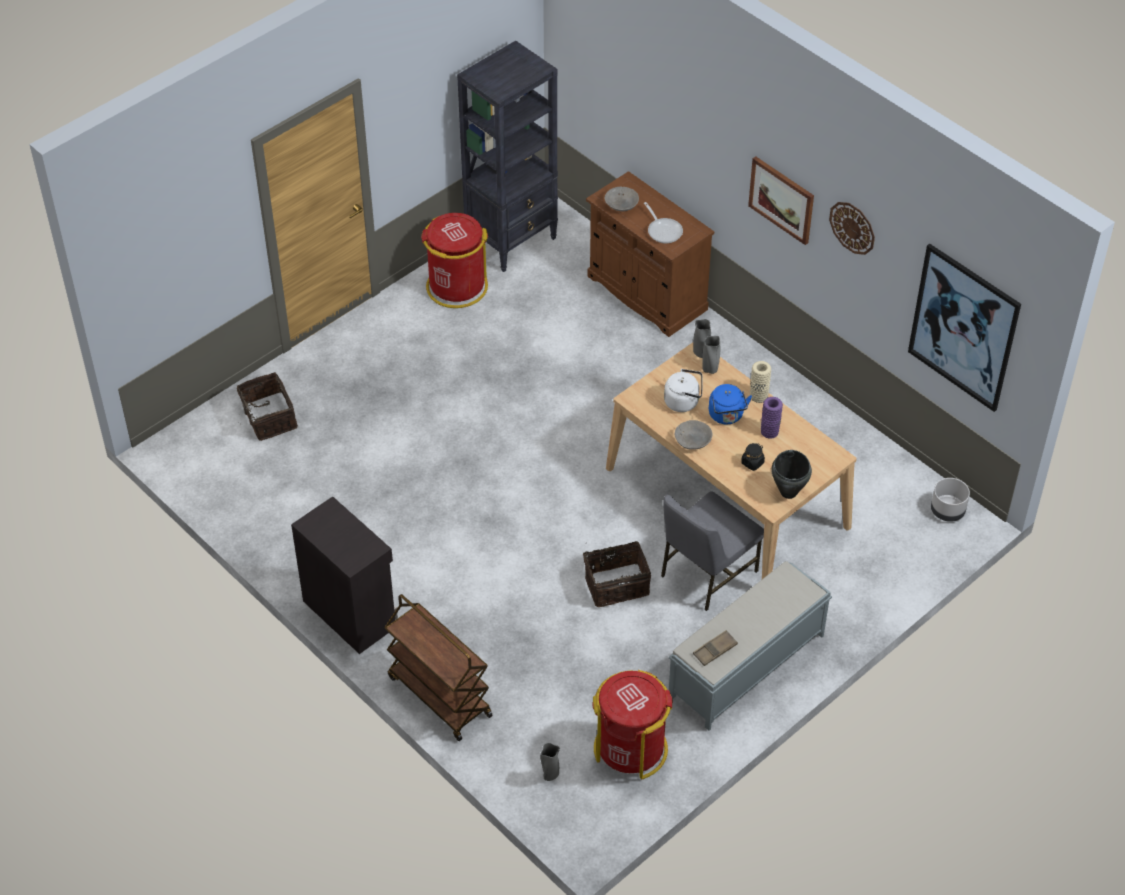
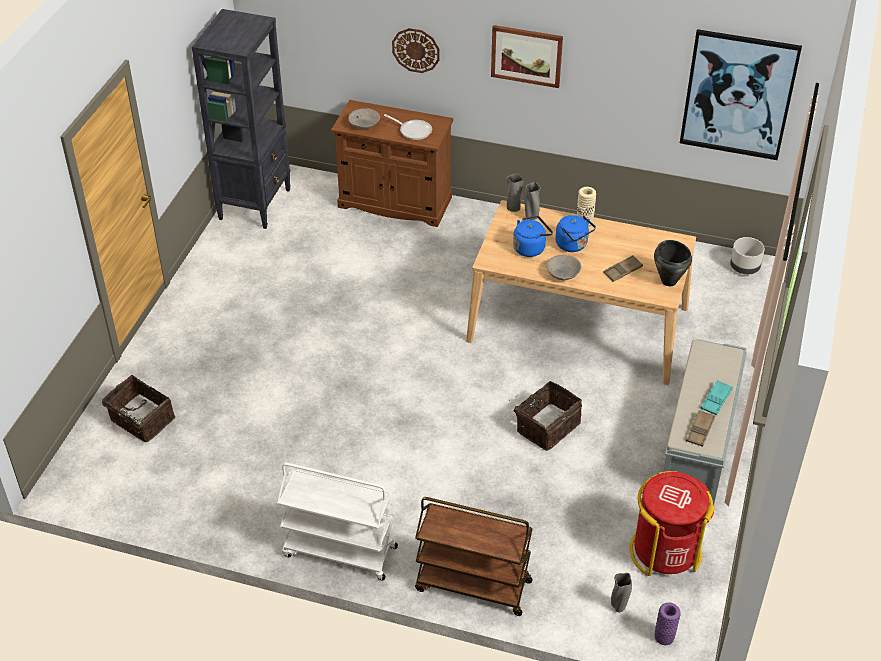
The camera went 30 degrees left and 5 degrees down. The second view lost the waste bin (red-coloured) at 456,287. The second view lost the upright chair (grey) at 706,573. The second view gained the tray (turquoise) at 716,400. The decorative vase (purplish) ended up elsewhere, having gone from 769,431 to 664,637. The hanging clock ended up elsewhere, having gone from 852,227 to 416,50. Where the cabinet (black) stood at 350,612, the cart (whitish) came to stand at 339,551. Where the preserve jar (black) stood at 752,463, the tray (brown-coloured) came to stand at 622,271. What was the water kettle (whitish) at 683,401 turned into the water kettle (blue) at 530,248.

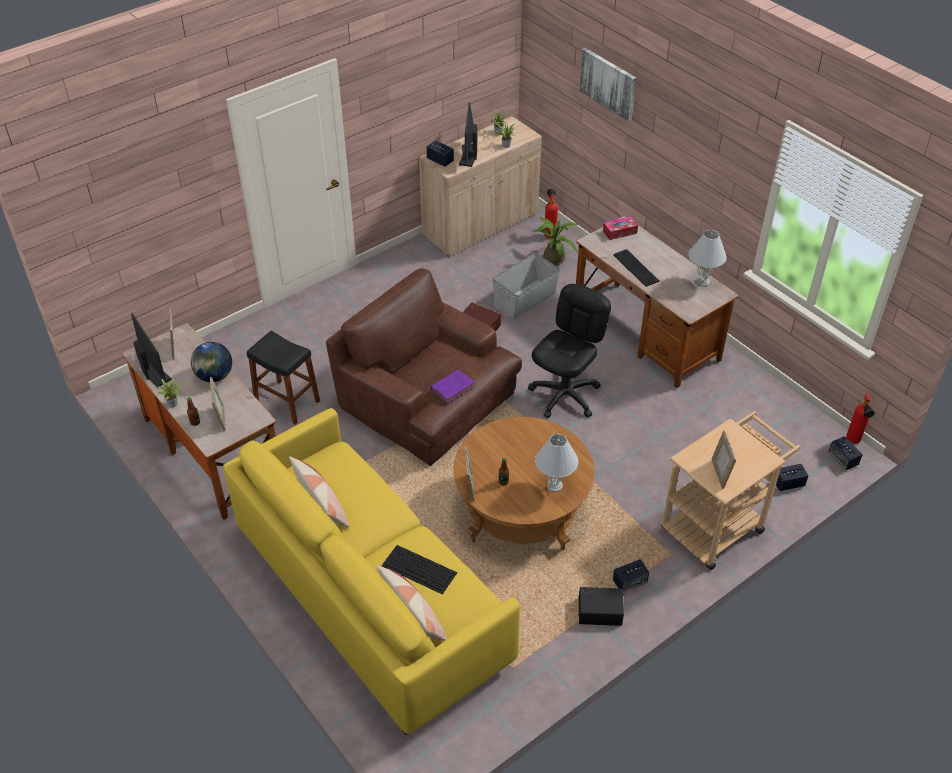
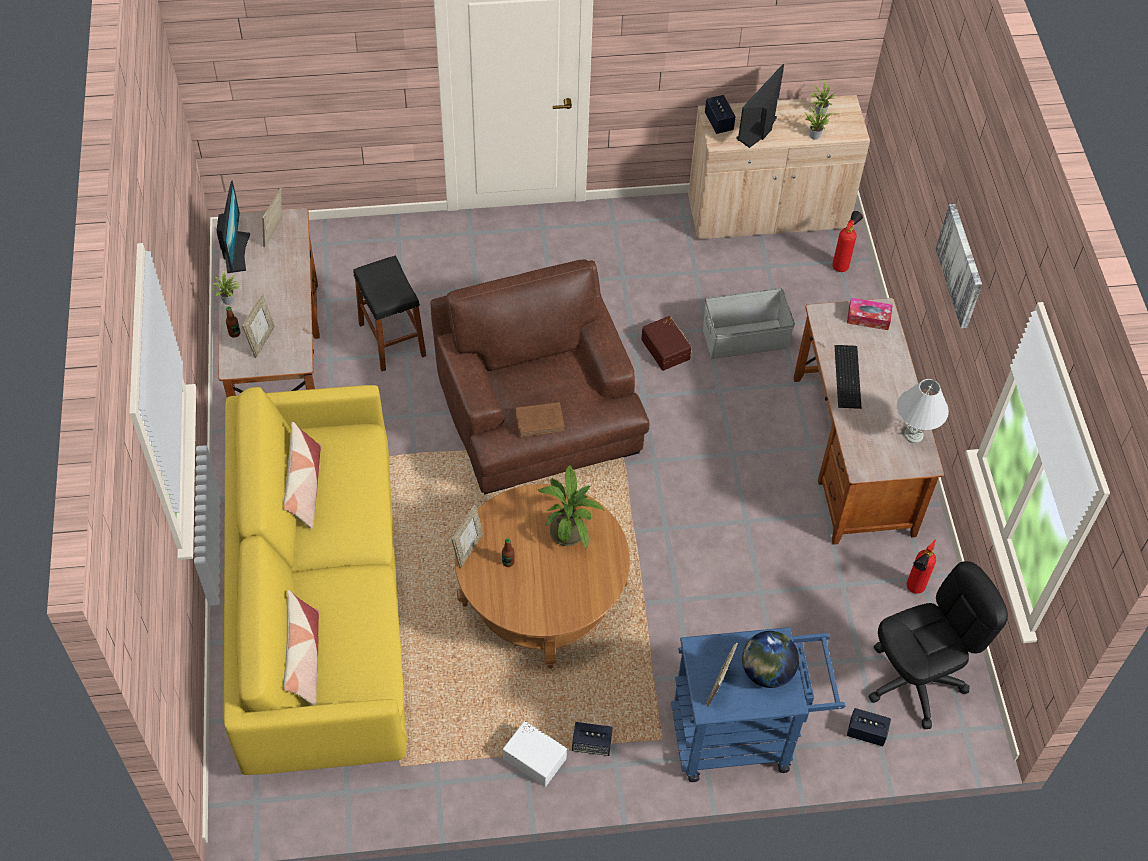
The camera went 30 degrees right and 10 degrees up. The second view lost the computer keyboard at 420,569. The second view lost the tabletop lamp (whitish) at 554,485. The second view lost the speaker at 843,459. The desk globe ended up elsewhere, having gone from 214,376 to 766,672. The computer chair (black) ended up elsewhere, having gone from 565,395 to 915,681. The potted plant ended up elsewhere, having gone from 553,257 to 568,529. The wall picture ended up elsewhere, having gone from 608,83 to 961,265. The fire-fighting cylinder ended up elsewhere, having gone from 853,442 to 913,590. What was the book (purplish) at 453,387 turned into the book (brown-coloured) at 541,421. What was the storage box (black) at 599,610 turned into the storage box (whitish) at 535,757. What was the cart (sand-coloured) at 718,524 turned into the cart (blue) at 743,735.

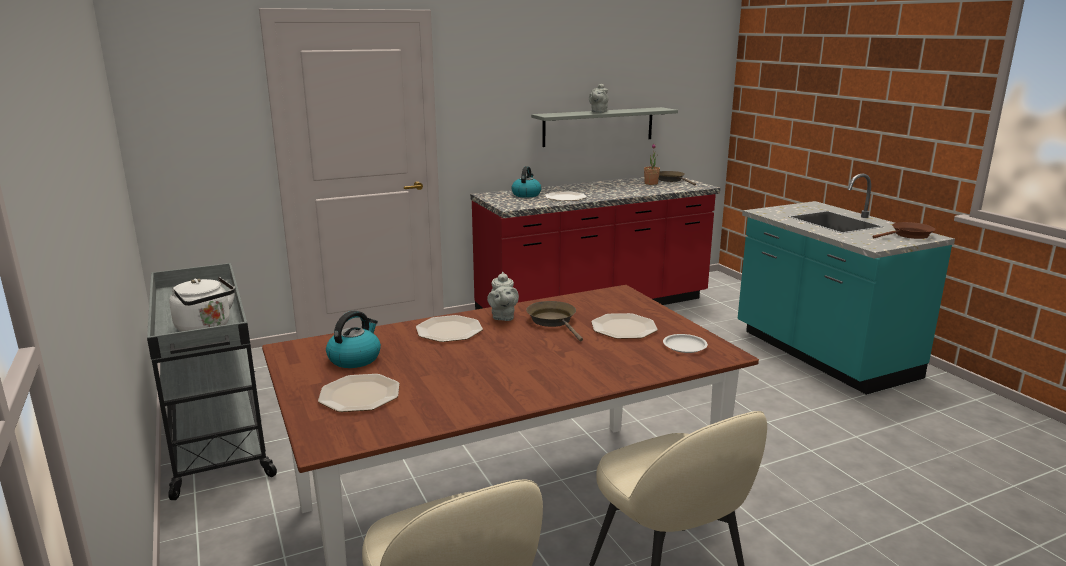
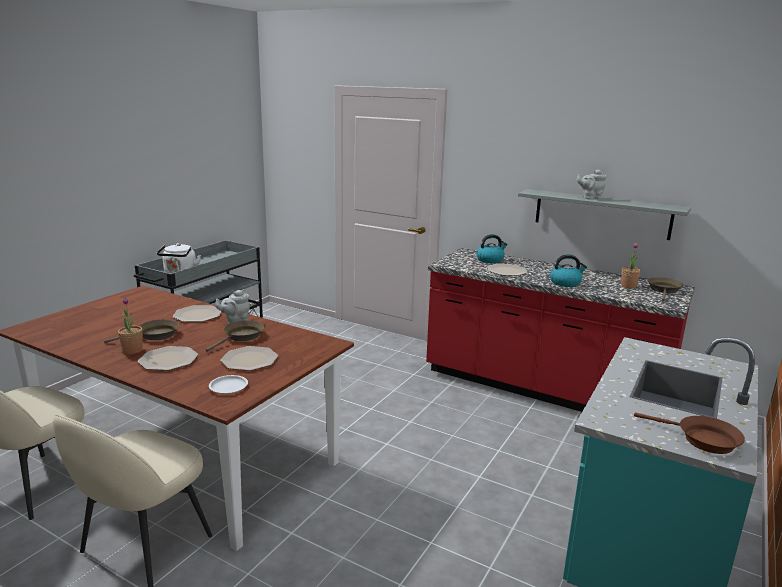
The camera went 55 degrees right and 0 degrees up. The second view gained the skillet (brown-coloured) at 154,335. The second view gained the potted plant at 132,350. The dinner plate ended up elsewhere, having gone from 359,395 to 168,360. The water kettle ended up elsewhere, having gone from 355,358 to 565,283.

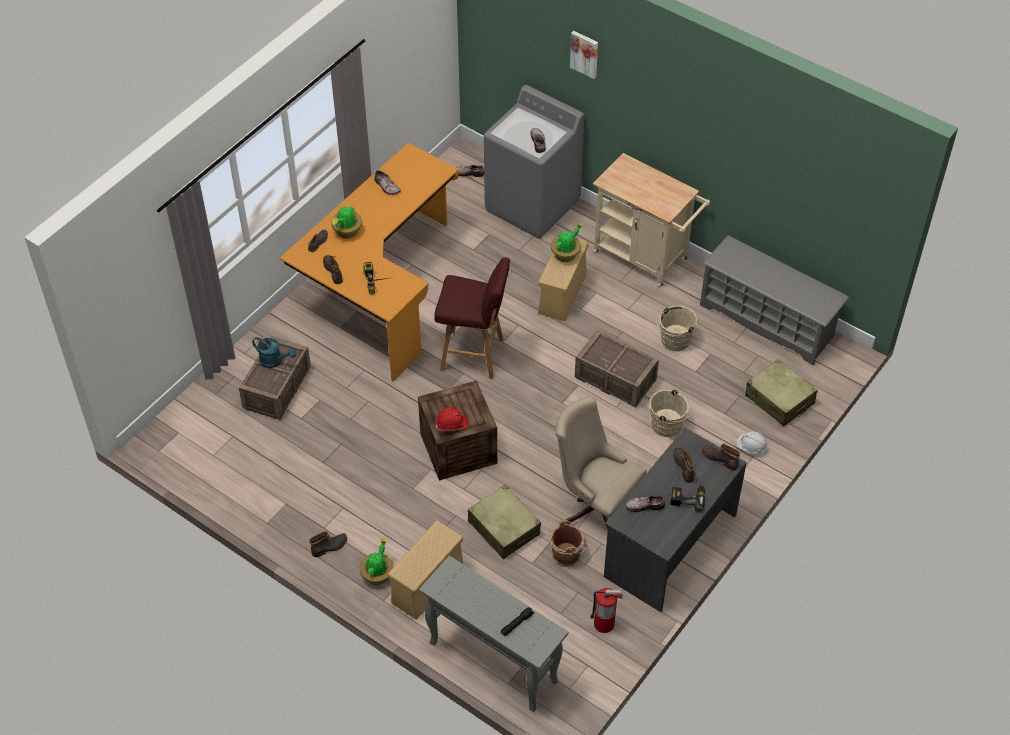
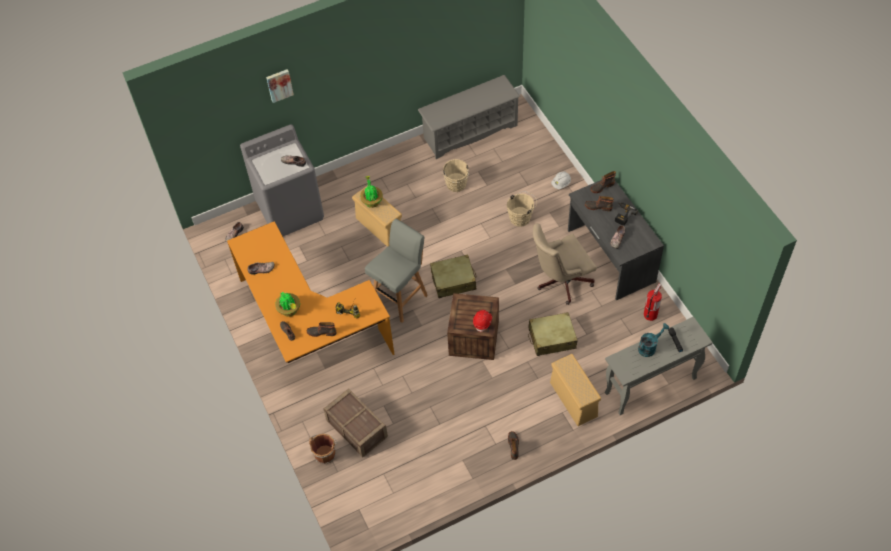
The camera went 60 degrees left and 5 degrees up. The second view lost the potted plant at 378,574. The second view lost the crate at 616,379. The second view lost the cart (sand-coloured) at 645,258. The watering pot (turquoise) ended up elsewhere, having gone from 274,361 to 649,347. The water bucket (brown-coloured) ended up elsewhere, having gone from 567,554 to 325,453. The piece of luggage (sand-coloured) ended up elsewhere, having gone from 779,400 to 453,281. What was the stool seat (red-coloured) at 474,355 turned into the stool seat (grey) at 400,298.

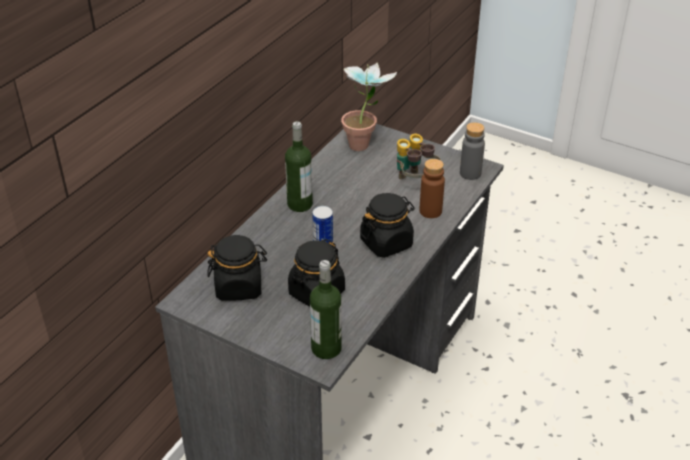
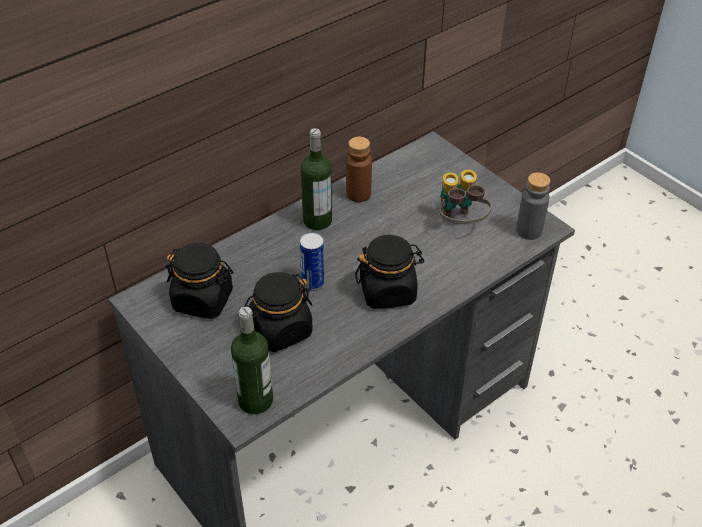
The camera went 20 degrees right and 5 degrees up. The second view lost the potted plant at 365,143. The beverage bottle (brown-coloured) ended up elsewhere, having gone from 430,211 to 358,194.

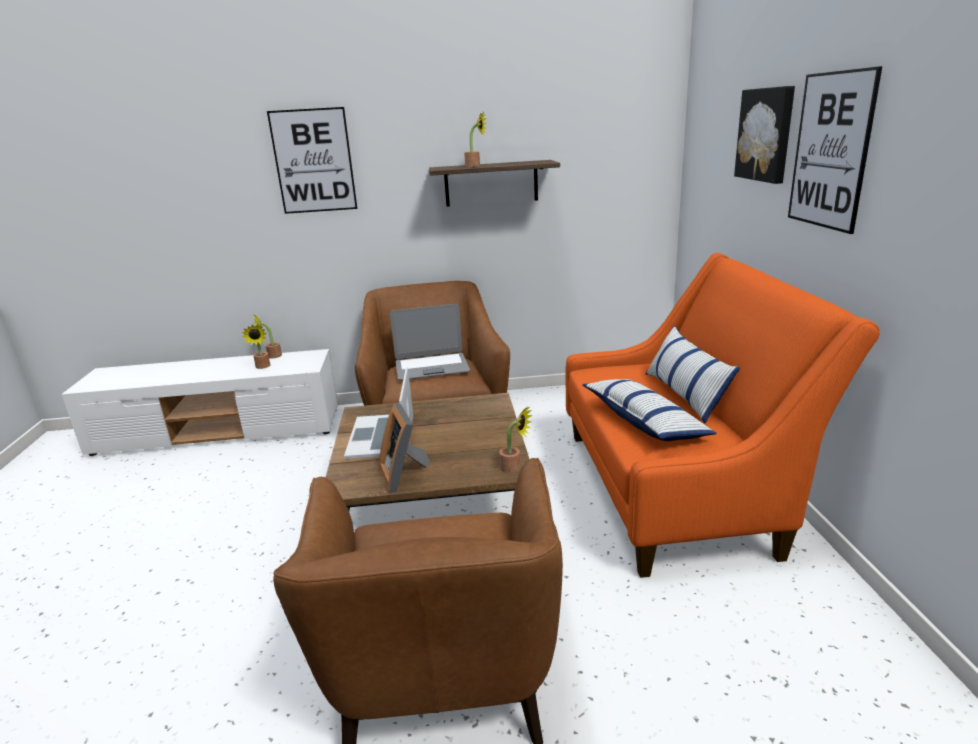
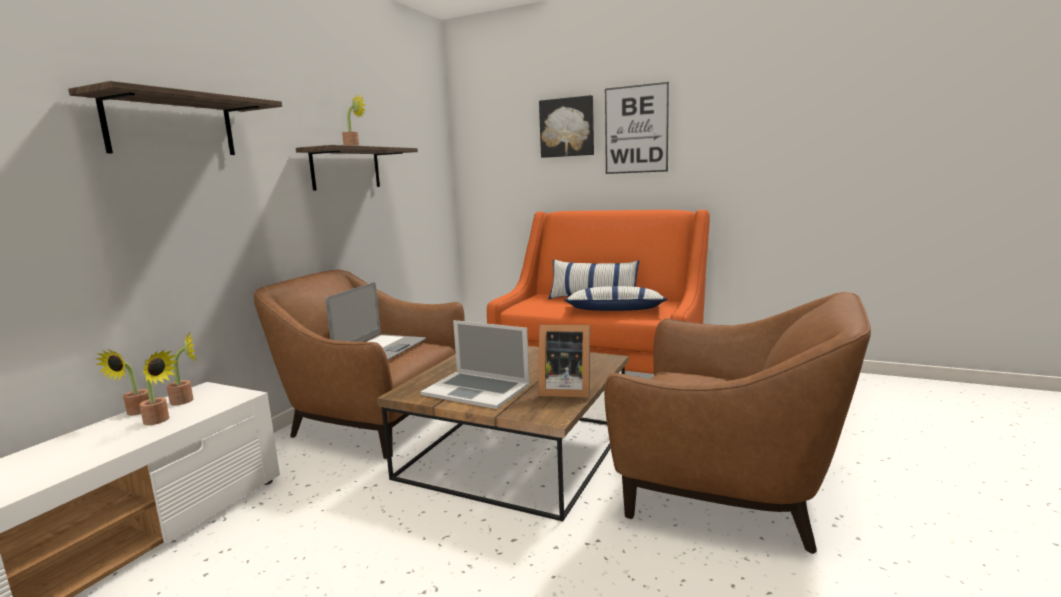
The camera went 60 degrees left and 10 degrees down. The potted plant ended up elsewhere, having gone from 514,468 to 187,400. Where the wall picture hung at 313,161, the wall shelf came to hang at 171,126.

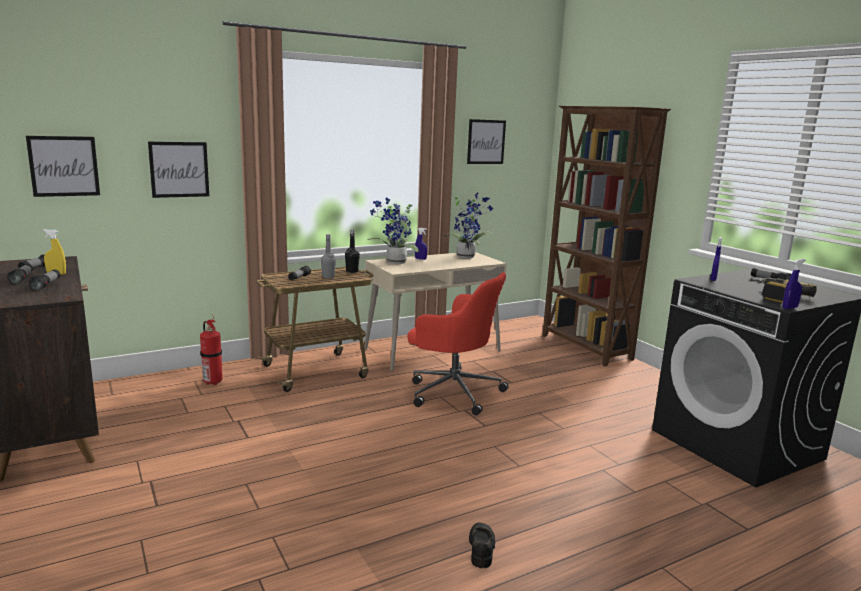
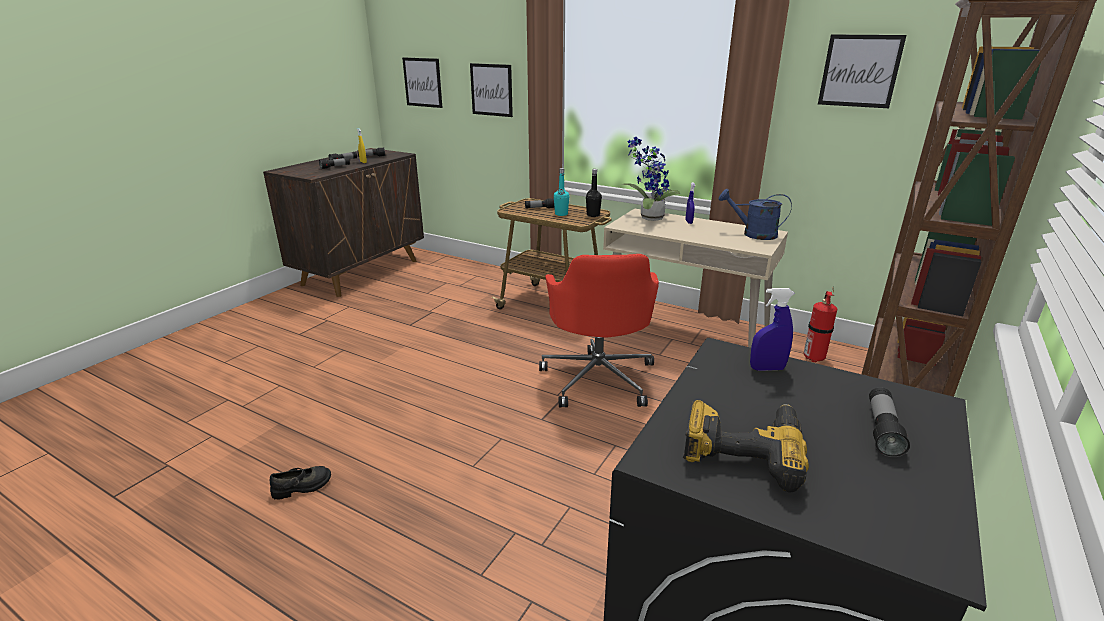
The camera went 60 degrees right and 10 degrees up. The second view lost the hand sprayer (blue) at 789,308. The fire-fighting cylinder ended up elsewhere, having gone from 212,382 to 813,357. Where the potted plant stood at 467,256, the watering pot (blue) came to stand at 753,234. What was the beverage bottle (grey) at 328,277 turned into the beverage bottle (turquoise) at 561,214.

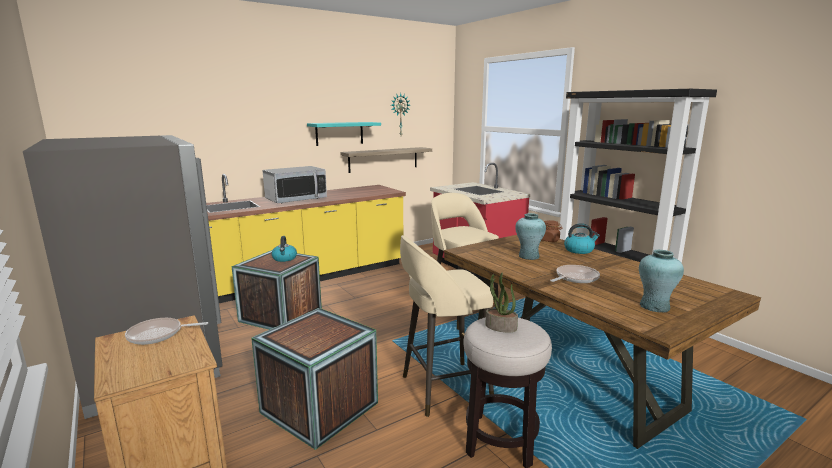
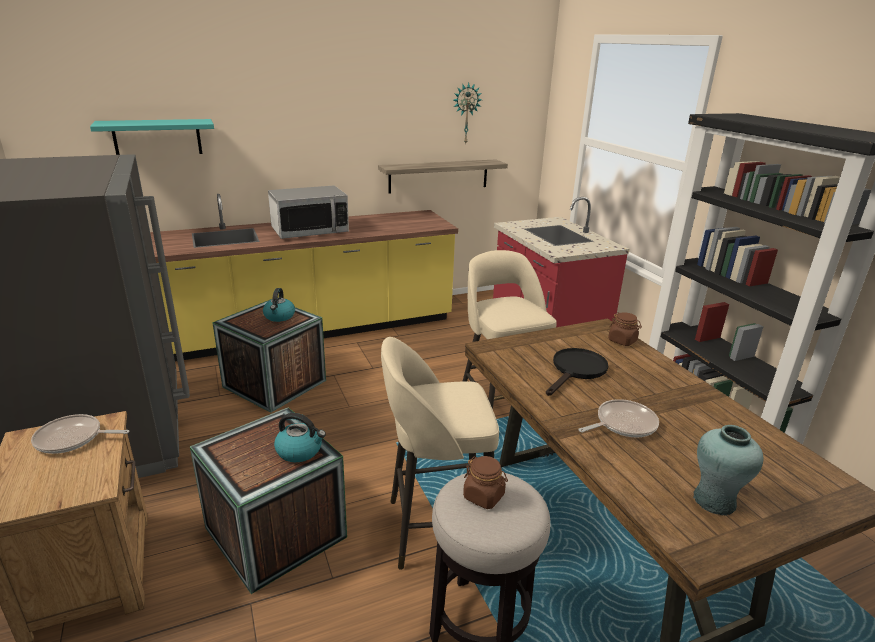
The camera went 10 degrees right and 10 degrees up. The wall shelf (turquoise) ended up elsewhere, having gone from 339,133 to 157,137. The water kettle ended up elsewhere, having gone from 579,250 to 300,450. Where the potted plant stood at 500,327, the preserve jar (brown-coloured) came to stand at 484,496. Where the decorative vase (turquoise) stood at 528,256, the skillet (black) came to stand at 576,370.

